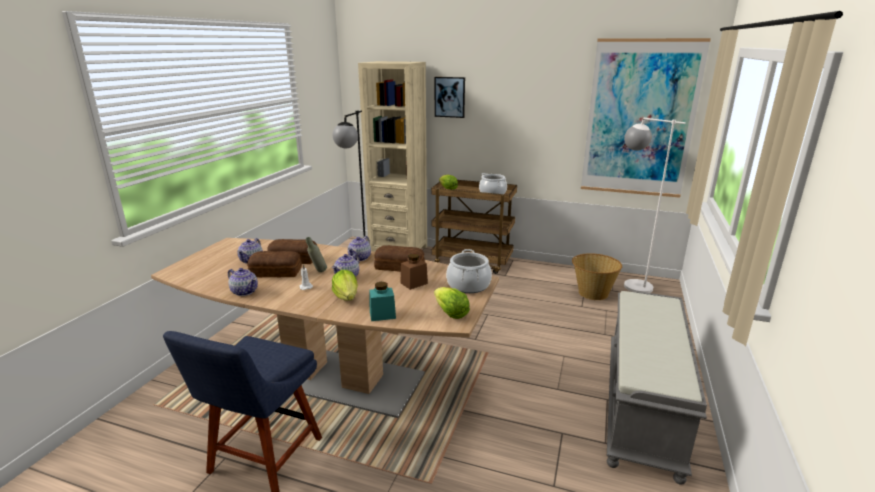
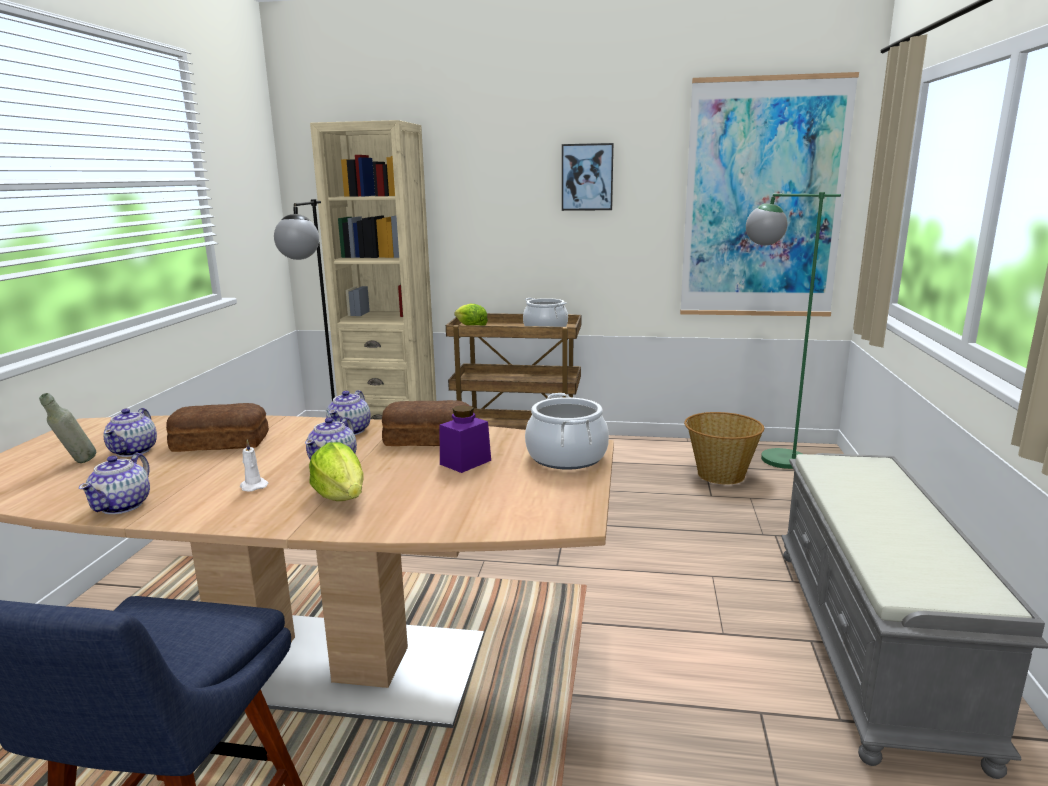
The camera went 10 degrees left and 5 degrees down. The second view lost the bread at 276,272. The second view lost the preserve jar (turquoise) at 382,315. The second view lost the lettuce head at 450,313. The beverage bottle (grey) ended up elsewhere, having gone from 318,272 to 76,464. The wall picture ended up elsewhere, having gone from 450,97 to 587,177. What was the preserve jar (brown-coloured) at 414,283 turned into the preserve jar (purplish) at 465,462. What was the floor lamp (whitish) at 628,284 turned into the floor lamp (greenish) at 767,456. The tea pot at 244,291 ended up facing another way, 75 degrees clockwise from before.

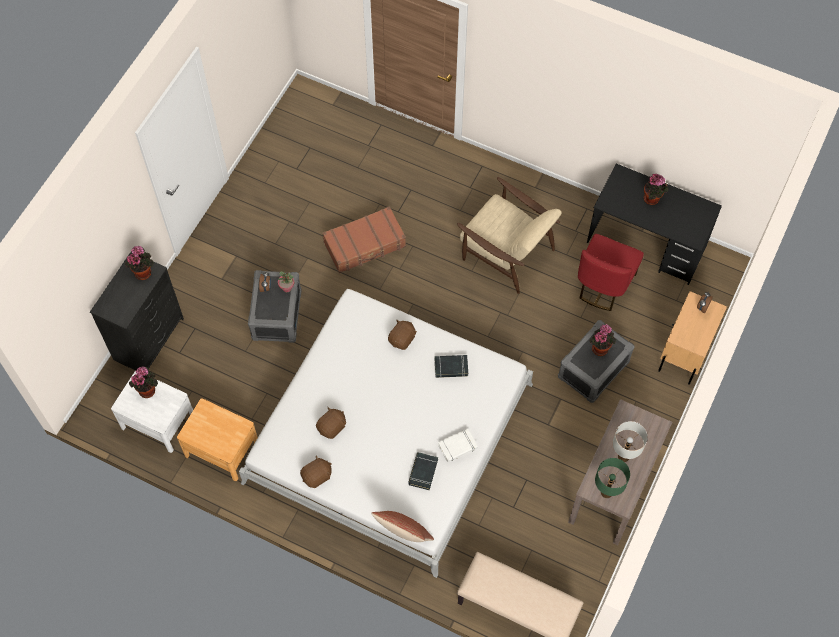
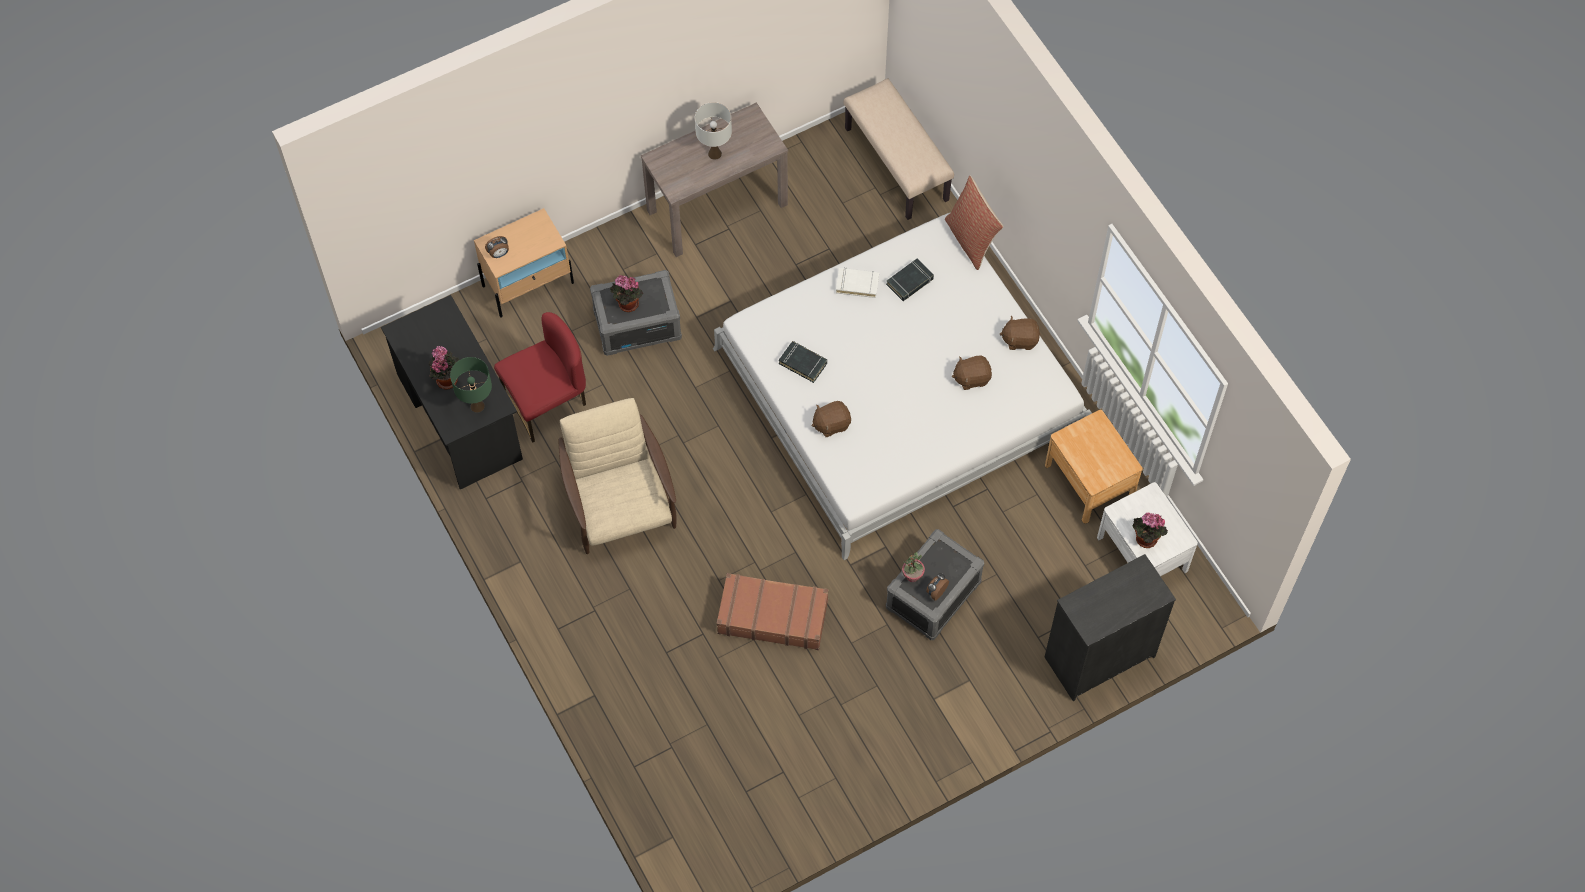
The camera went 145 degrees left and 0 degrees up. The second view lost the potted plant at 143,271. The tabletop lamp (greenish) ended up elsewhere, having gone from 606,492 to 477,406.

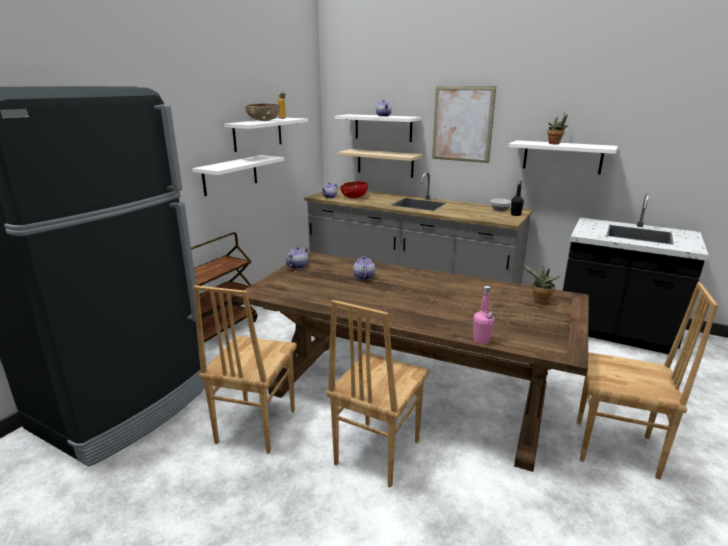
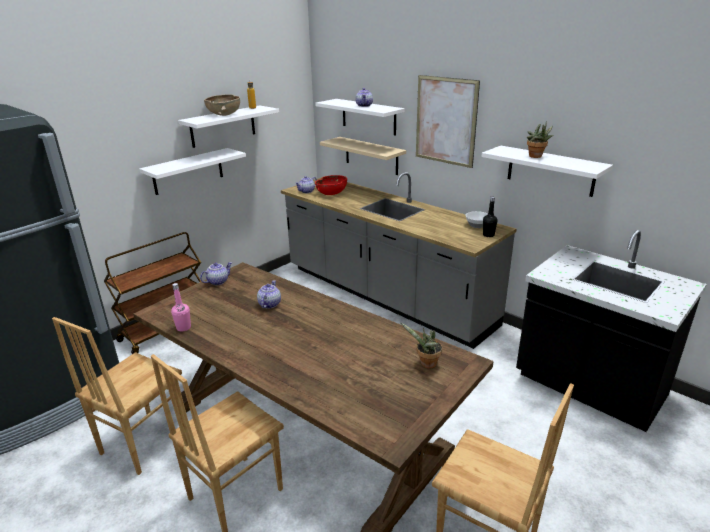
The camera went 15 degrees right and 5 degrees up. The beverage bottle (pinkish) ended up elsewhere, having gone from 481,340 to 183,327.

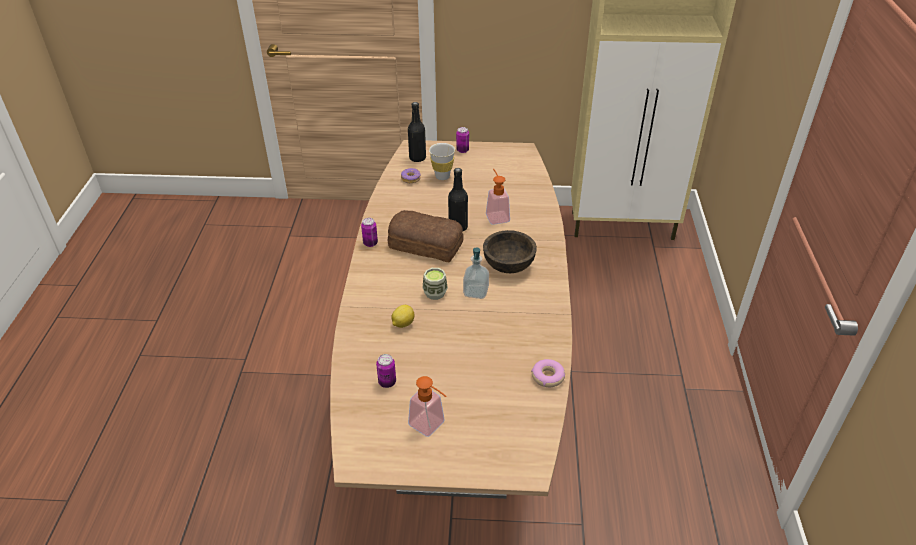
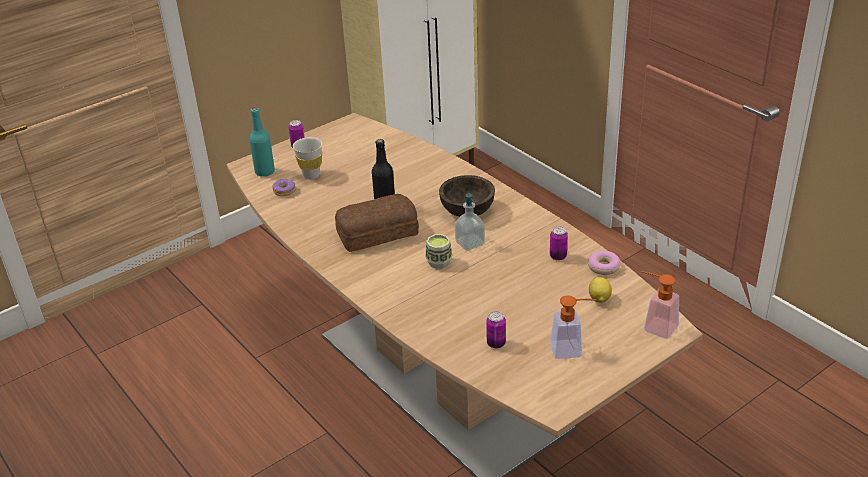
The camera went 40 degrees left and 5 degrees down. The can ended up elsewhere, having gone from 370,243 to 558,256. The citrus fruit ended up elsewhere, having gone from 402,324 to 599,299. The soap bottle ended up elsewhere, having gone from 496,215 to 655,326. What was the beverage bottle (black) at 417,158 turned into the beverage bottle (turquoise) at 265,172.

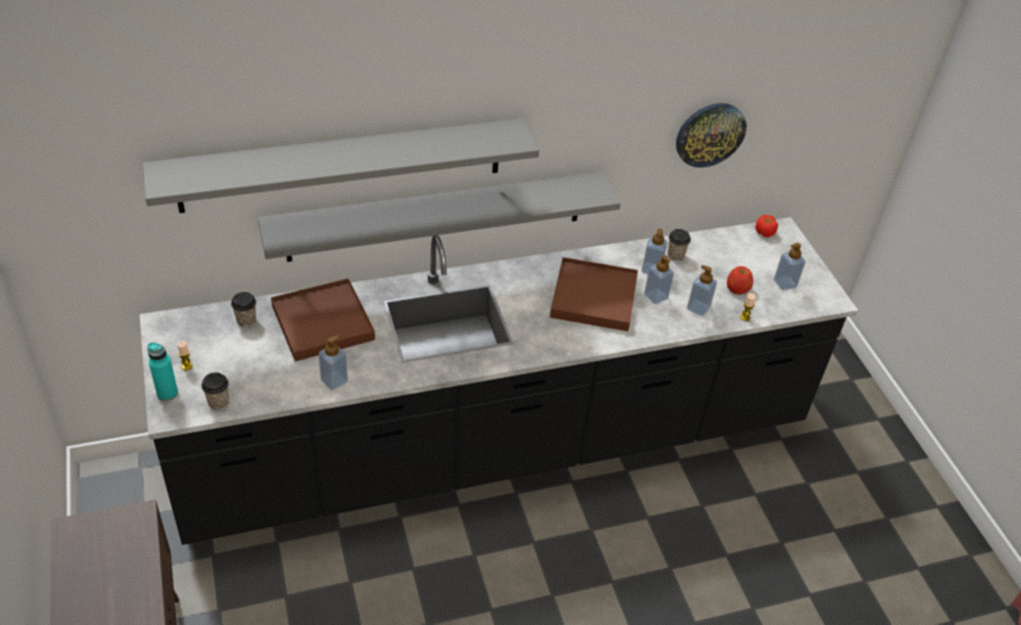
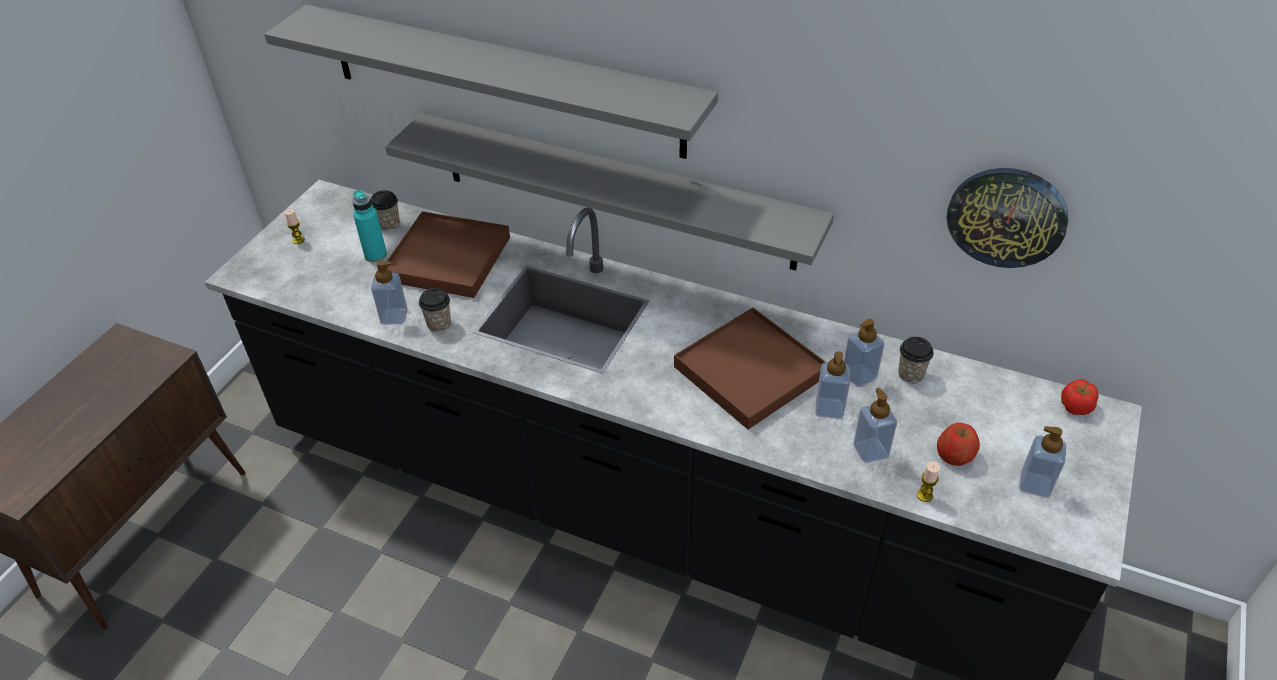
The camera went 45 degrees right and 0 degrees up. The beverage bottle (turquoise) ended up elsewhere, having gone from 167,393 to 375,255. The drinking cup ended up elsewhere, having gone from 218,402 to 439,324.

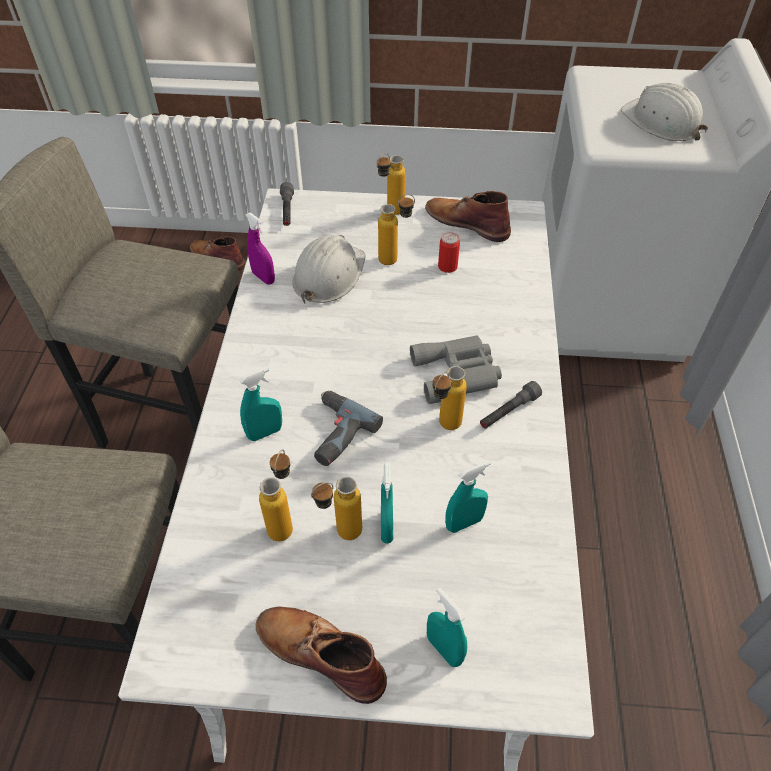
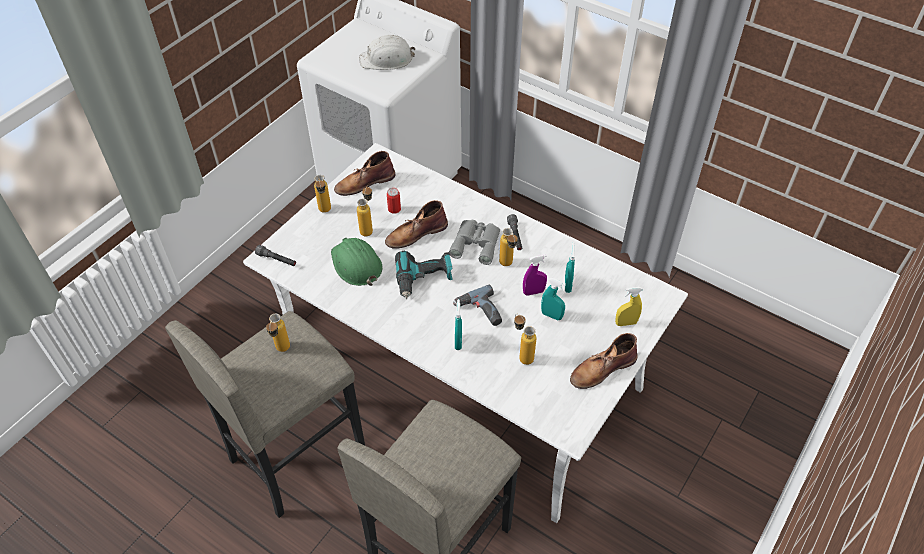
The camera went 60 degrees left and 0 degrees up. The second view gained the drill at 424,279. The boot (brown-coloured) ended up elsewhere, having gone from 217,257 to 415,234. The hand sprayer (purplish) ended up elsewhere, having gone from 263,277 to 533,292. The beverage bottle ended up elsewhere, having gone from 339,534 to 282,351. What was the hard hat (whitish) at 328,275 turned into the hard hat (greenish) at 356,264. What was the hand sprayer (turquoise) at 444,649 turned into the hand sprayer (yellowish) at 626,323.

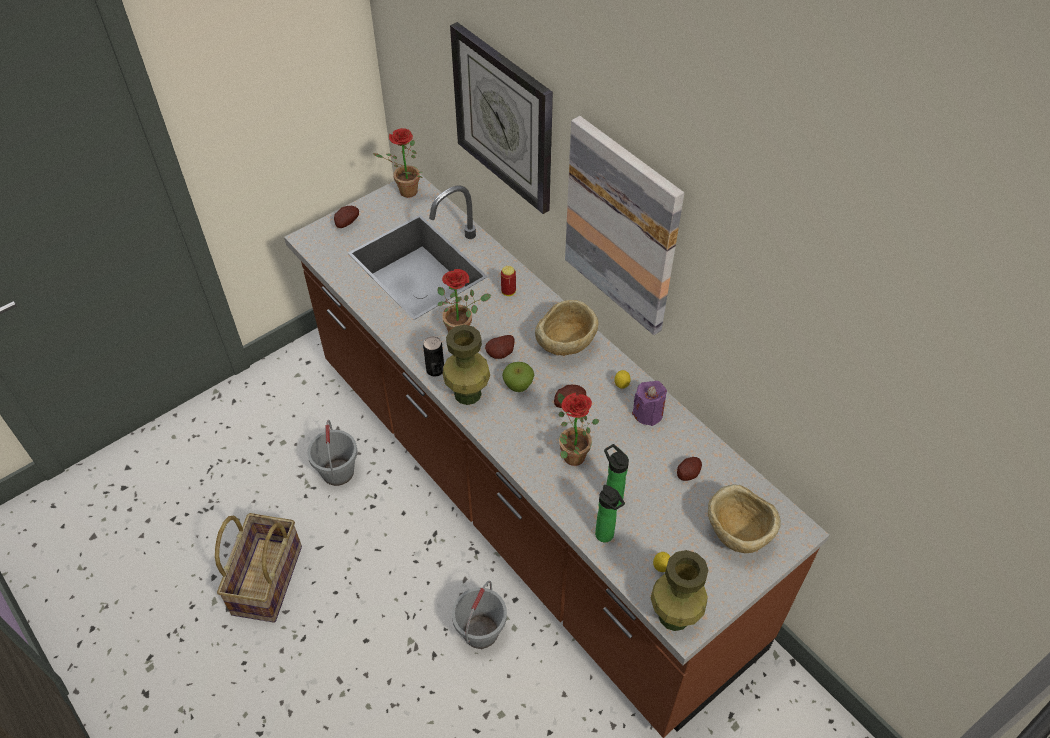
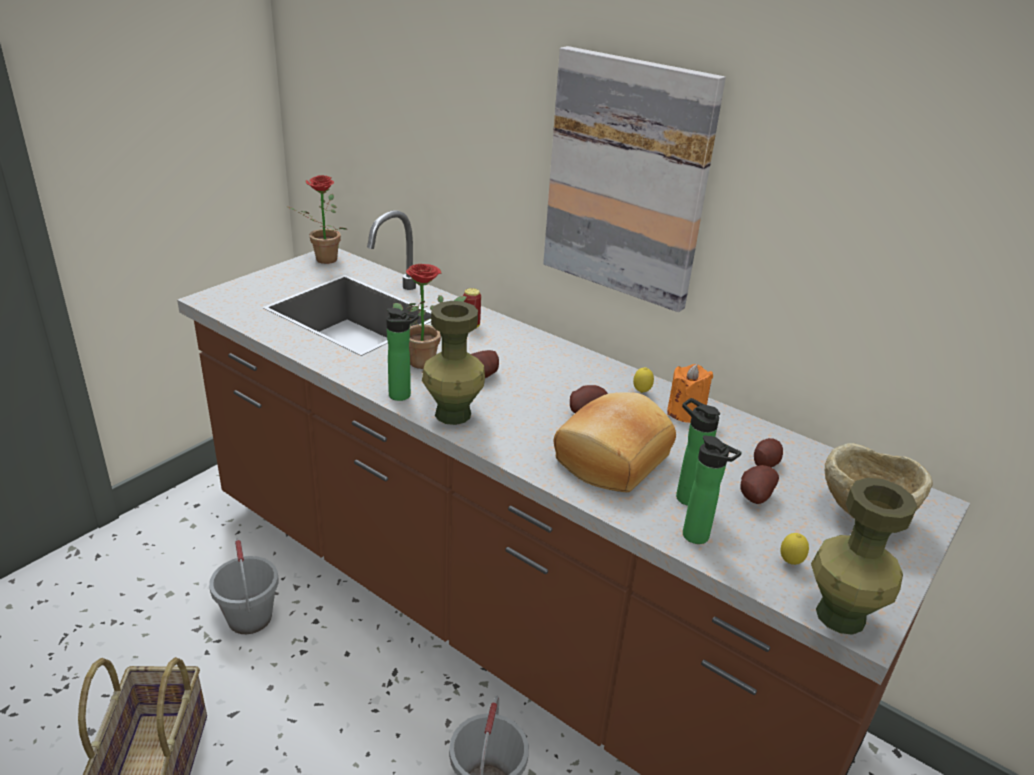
The camera went 15 degrees left and 20 degrees down. The second view lost the hanging clock at 504,118. The second view lost the apple fruit at 518,386. The second view lost the serving bowl (sand-coloured) at 565,347. The spud ended up elsewhere, having gone from 346,223 to 753,496. Where the can stood at 435,370, the beverage bottle came to stand at 402,396. Where the potted plant stood at 570,453, the bread came to stand at 609,458. What was the candle (purplish) at 648,413 turned into the candle (orange-coloured) at 686,413.

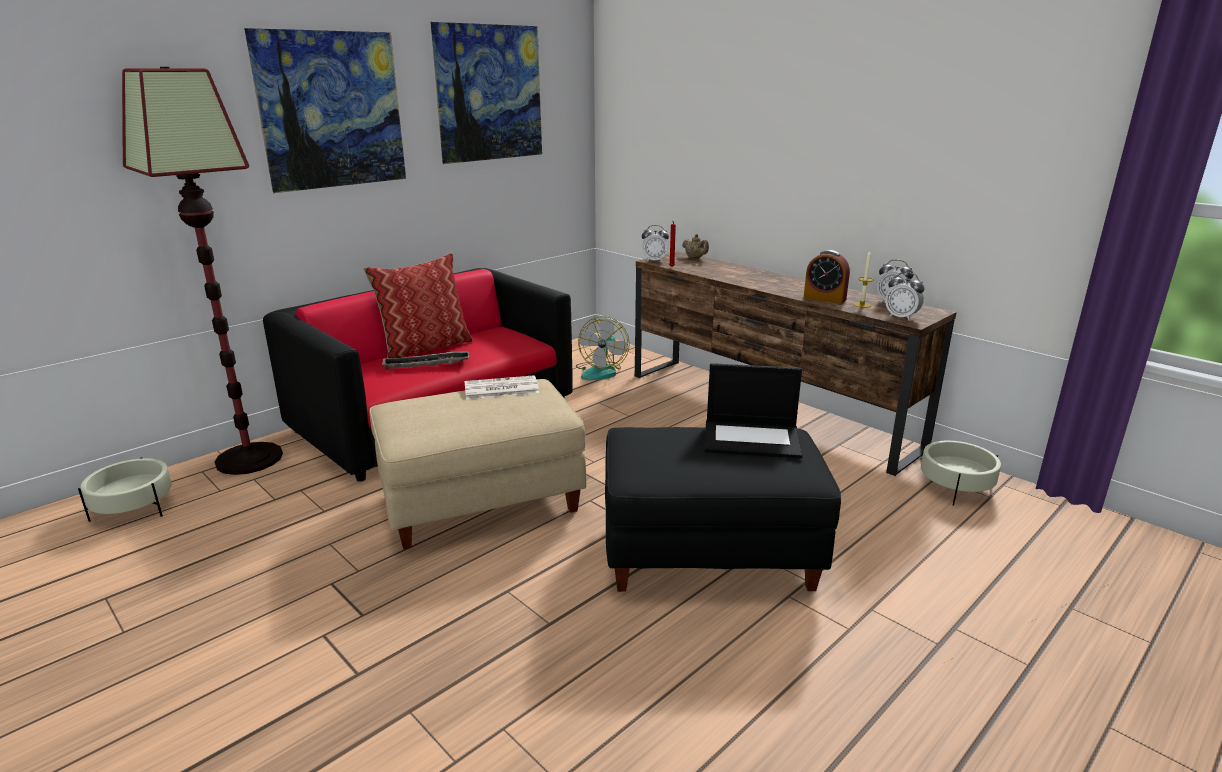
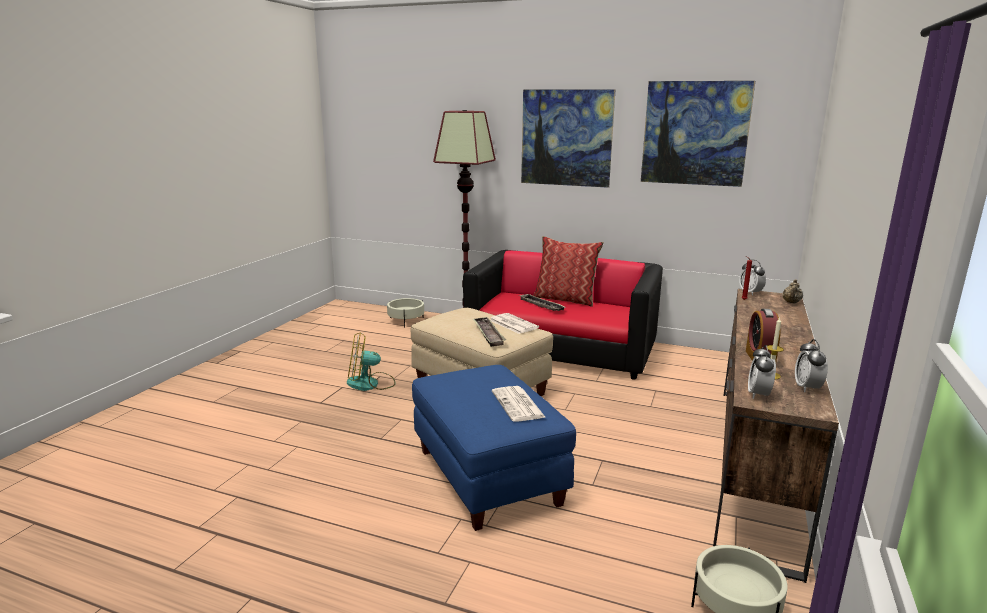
The camera went 65 degrees right and 5 degrees down. The second view gained the tray at 488,334. The cooling fan ended up elsewhere, having gone from 601,371 to 370,384. Where the laptop stood at 752,439, the daily paper came to stand at 518,405. What was the ottoman (black) at 708,553 turned into the ottoman (blue) at 489,476.

